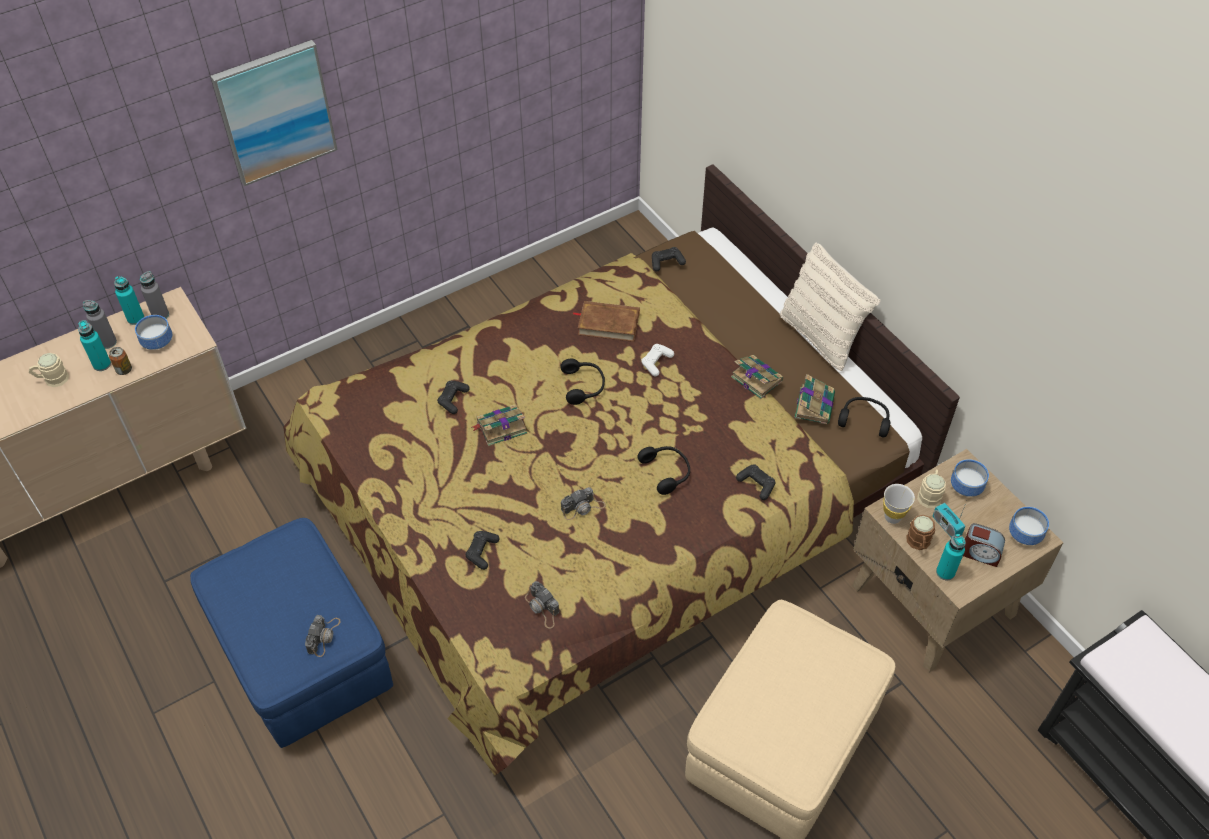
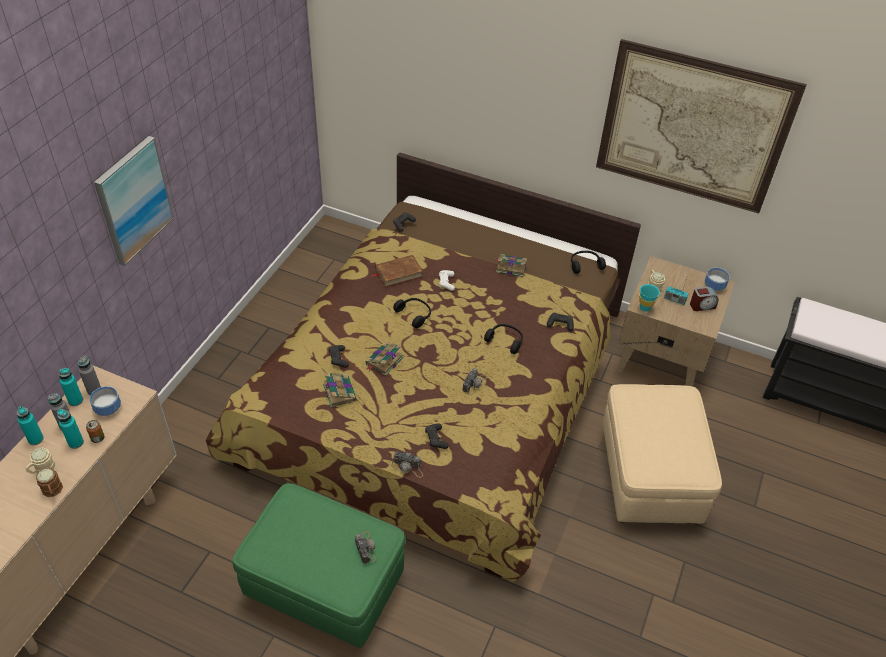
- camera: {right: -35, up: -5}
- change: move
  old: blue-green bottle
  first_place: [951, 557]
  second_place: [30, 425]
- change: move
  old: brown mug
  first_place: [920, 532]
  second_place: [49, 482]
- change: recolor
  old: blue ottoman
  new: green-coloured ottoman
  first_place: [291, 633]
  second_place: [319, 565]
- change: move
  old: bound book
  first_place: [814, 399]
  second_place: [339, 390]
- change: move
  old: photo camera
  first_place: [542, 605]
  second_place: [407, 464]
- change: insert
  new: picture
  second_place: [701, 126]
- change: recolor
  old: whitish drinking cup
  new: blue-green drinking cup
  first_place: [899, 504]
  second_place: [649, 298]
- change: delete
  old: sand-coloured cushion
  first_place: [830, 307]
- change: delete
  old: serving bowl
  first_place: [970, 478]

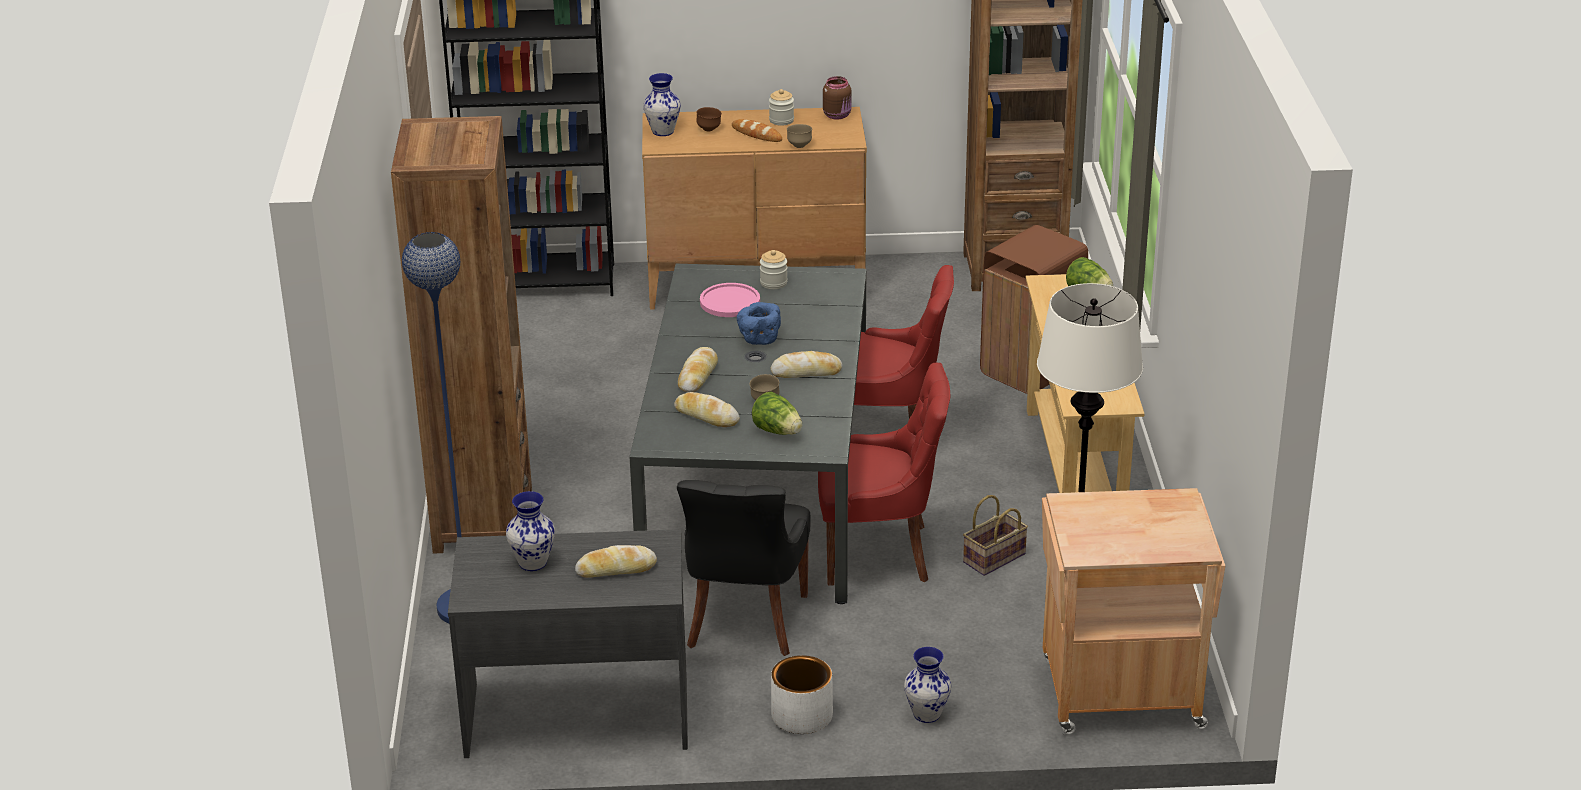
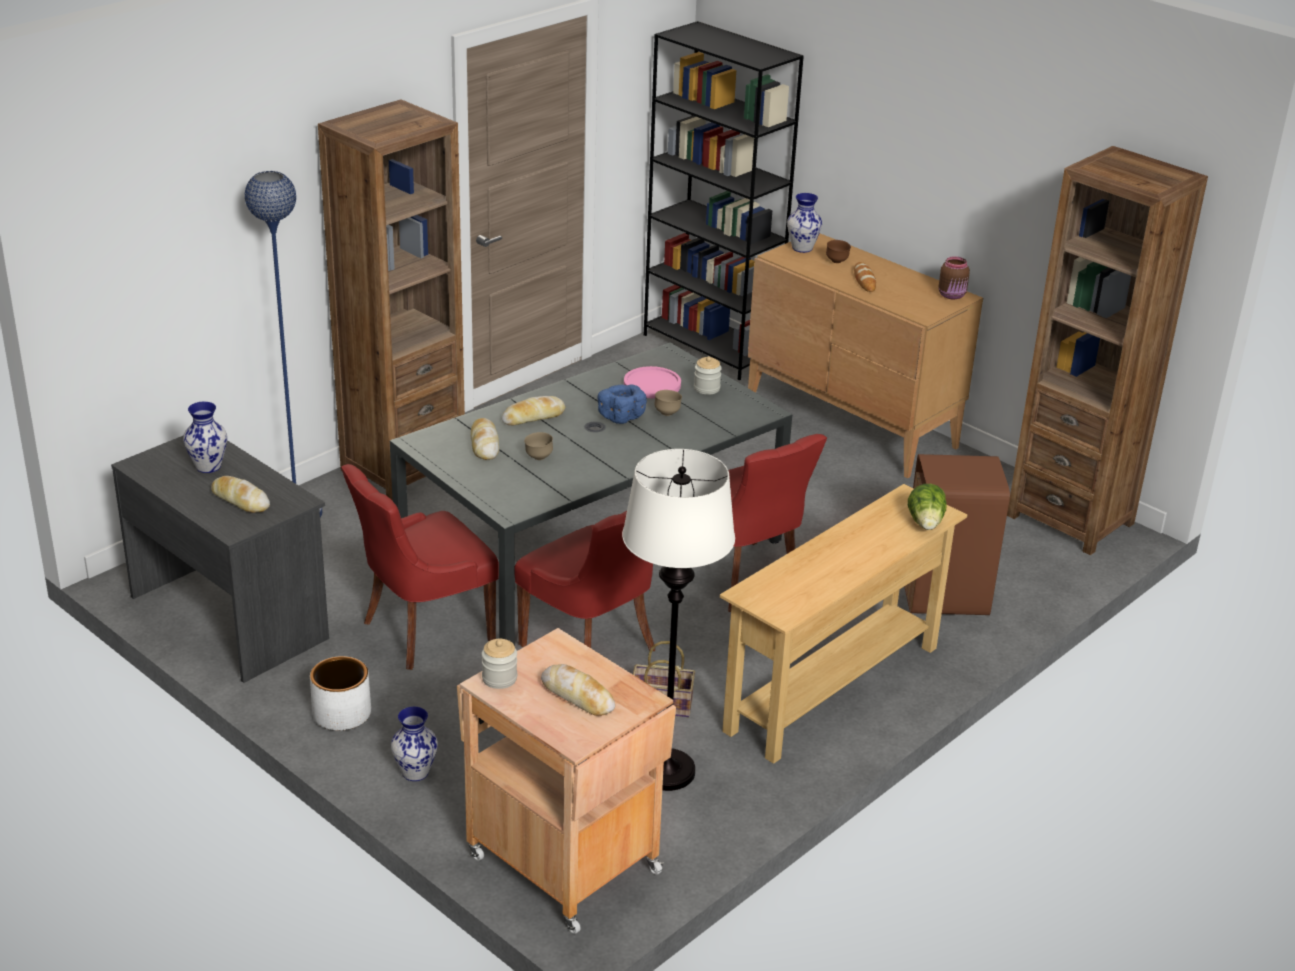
- camera: {right: 45, up: 0}
- change: recolor
  old: black-coloured chair
  new: red chair
  first_place: [744, 568]
  second_place: [420, 567]
- change: move
  old: jar
  first_place: [781, 107]
  second_place: [499, 664]
- change: move
  old: bakery bread
  first_place: [806, 364]
  second_place: [578, 690]
- change: move
  old: brown serving bowl
  first_place: [799, 136]
  second_place: [668, 403]
- change: delete
  old: lettuce
  first_place: [777, 413]

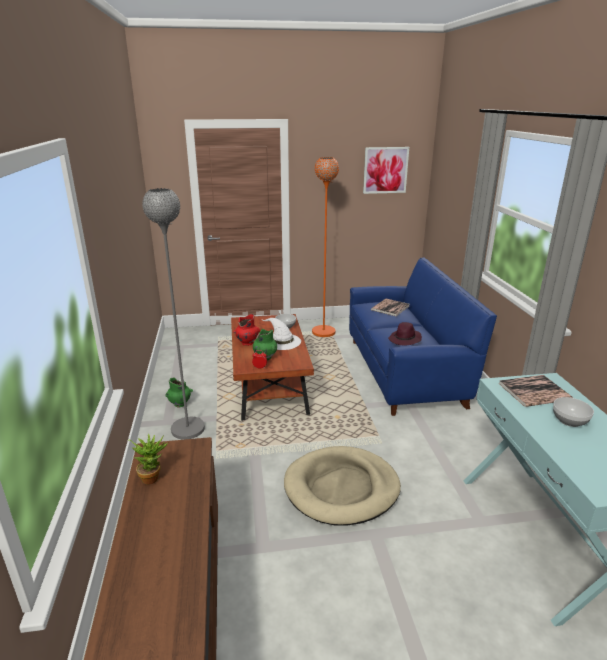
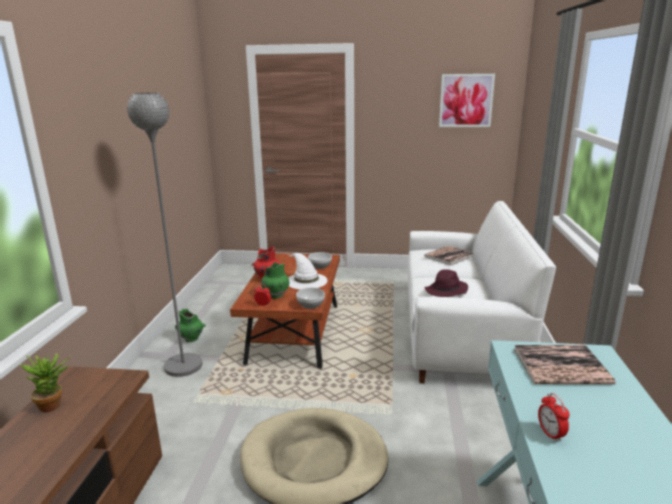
- camera: {right: 15, up: -5}
- change: move
  old: serving bowl
  first_place: [573, 412]
  second_place: [310, 298]
- change: recolor
  old: blue settee
  new: whitish settee
  first_place: [423, 337]
  second_place: [481, 292]
- change: insert
  new: alarm clock
  second_place: [554, 417]
- change: delete
  old: orange-coloured standing lamp
  first_place: [325, 247]

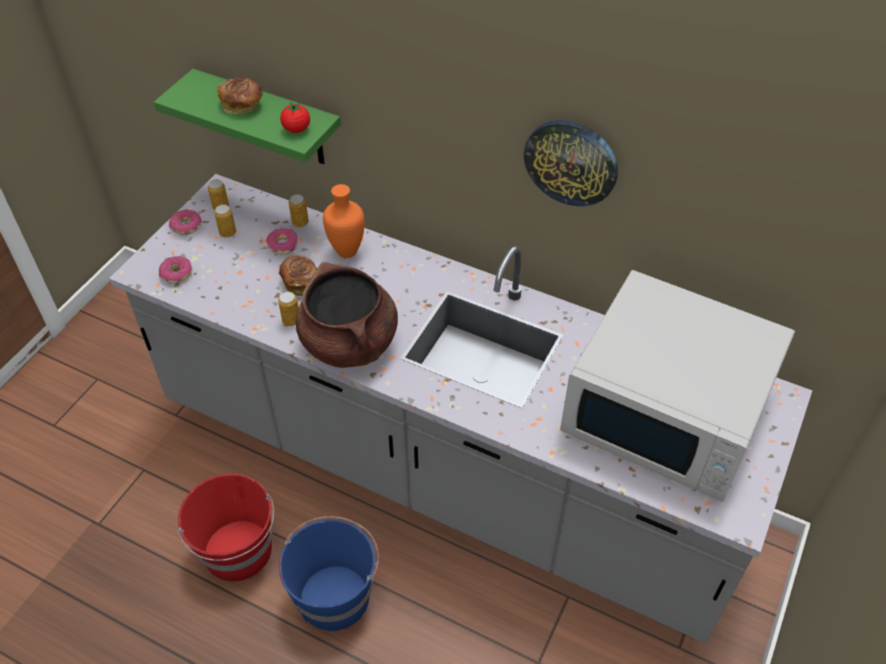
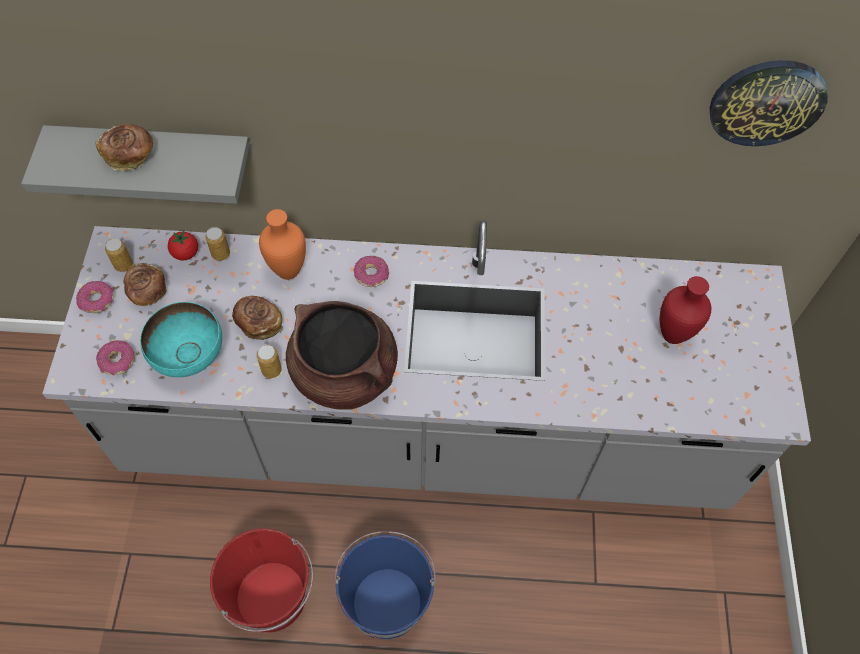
- camera: {right: -25, up: 10}
- change: recolor
  old: green-coloured bracket shelf
  new: gray bracket shelf
  first_place: [247, 116]
  second_place: [135, 164]
- change: replace
  old: can
  new: bakery bread
  first_place: [225, 220]
  second_place: [145, 284]
- change: insert
  new: blue-green serving bowl
  second_place: [181, 339]
- change: move
  old: tomato
  first_place: [295, 117]
  second_place: [183, 245]
- change: move
  old: donut
  first_place: [282, 241]
  second_place: [371, 271]
- change: replace
  old: whitish microwave oven
  new: red vase
  first_place: [677, 386]
  second_place: [685, 310]
- change: move
  old: clock on the wall
  first_place: [571, 163]
  second_place: [769, 103]

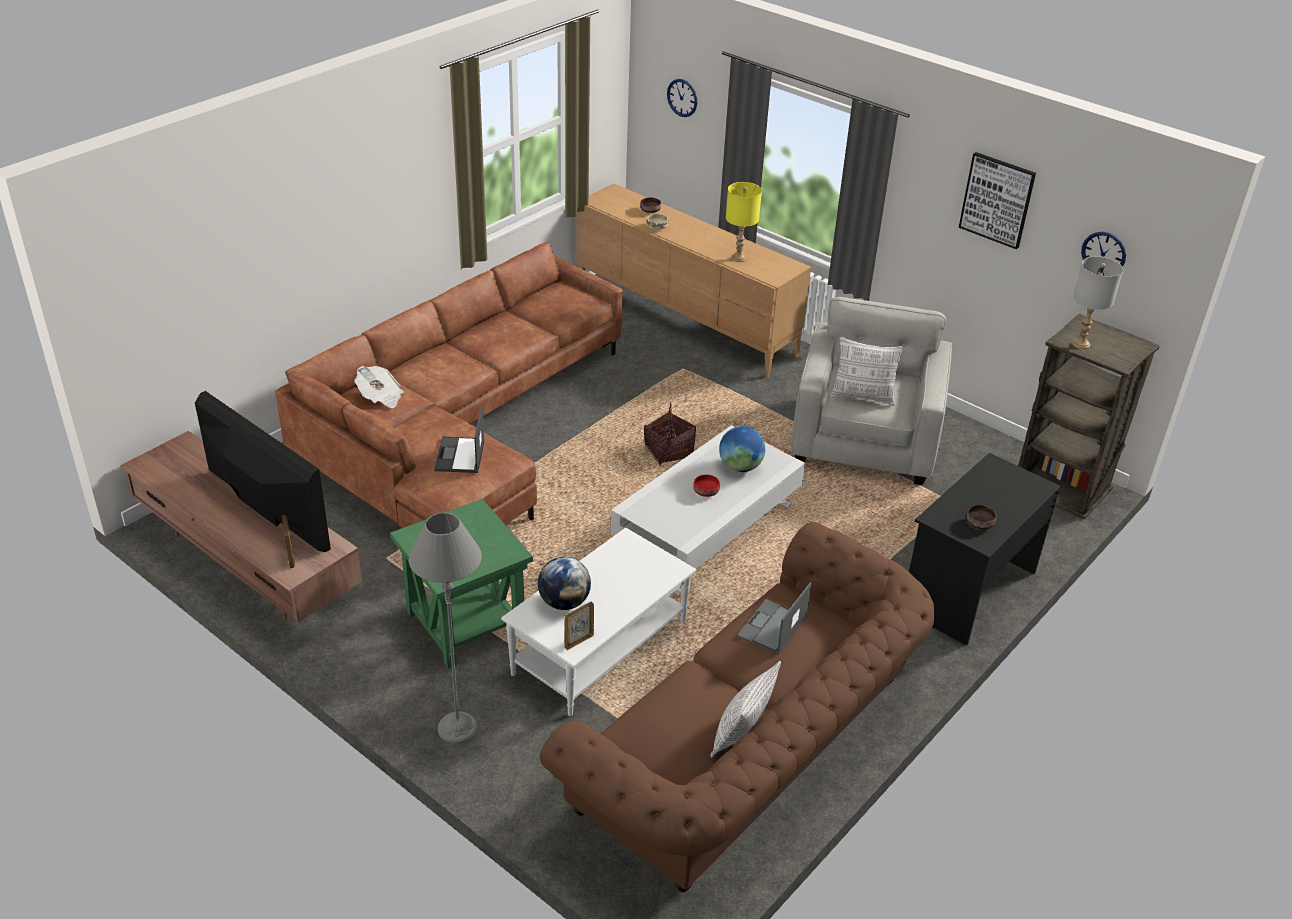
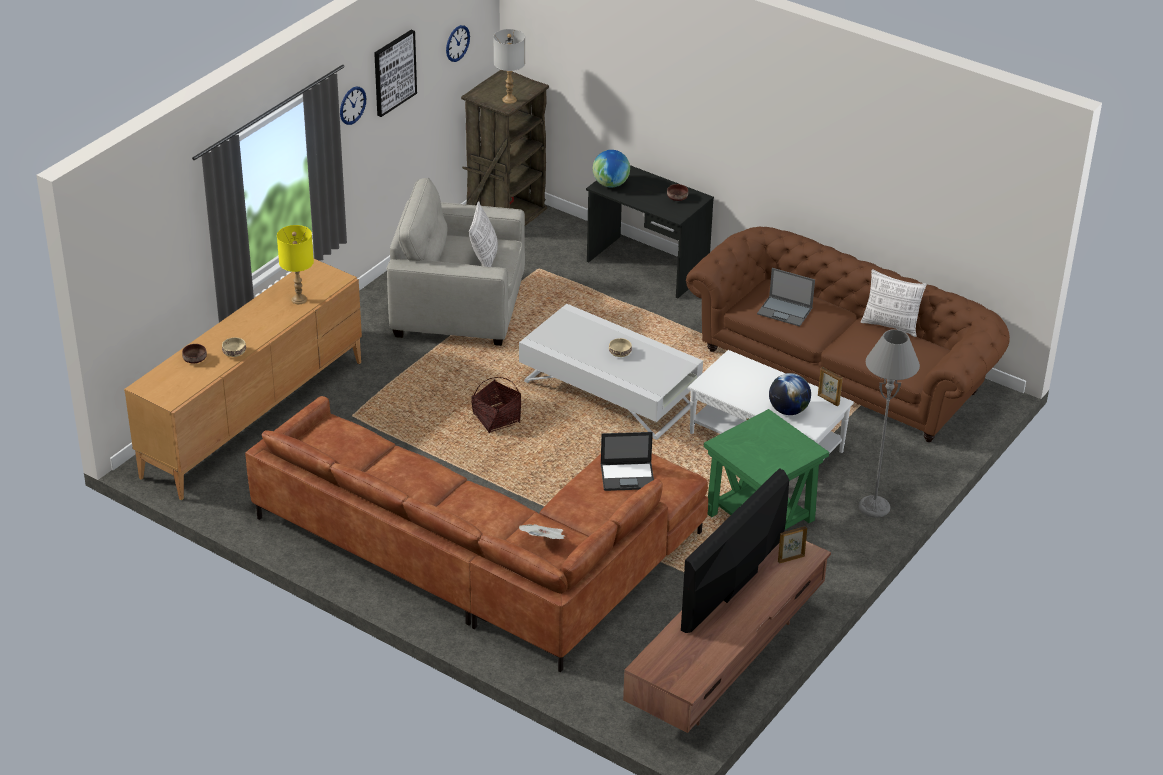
- camera: {right: -95, up: 0}
- change: move
  old: clock on the wall
  first_place: [682, 98]
  second_place: [353, 106]
- change: move
  old: desk globe
  first_place: [742, 449]
  second_place: [611, 169]
- change: recolor
  old: red serving bowl
  new: sand-coloured serving bowl
  first_place: [706, 486]
  second_place: [620, 347]

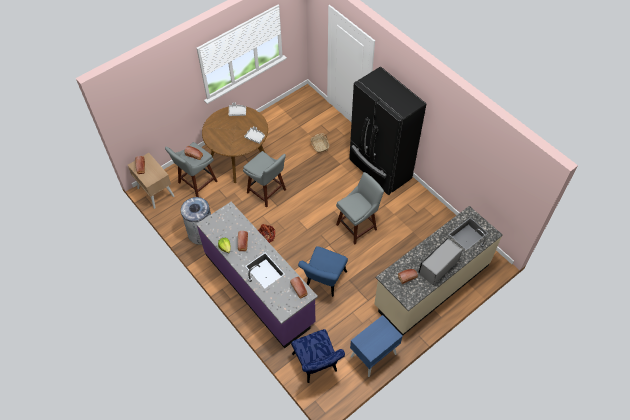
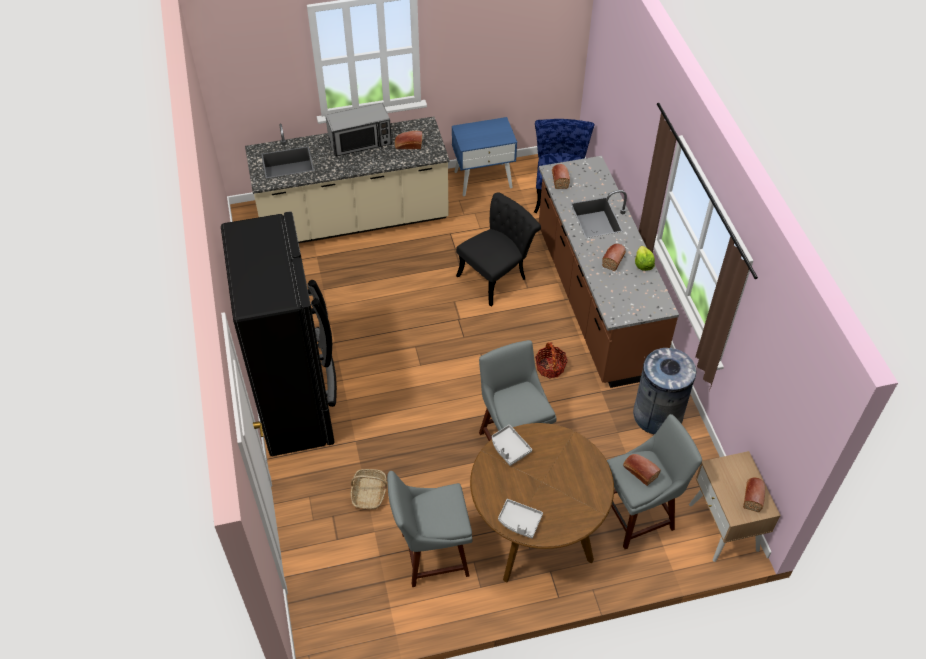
- camera: {right: -155, up: -5}
- change: move
  old: gray stool seat
  first_place: [360, 208]
  second_place: [430, 529]
- change: recolor
  old: blue chair
  new: black-coloured chair
  first_place: [323, 271]
  second_place: [498, 249]
- change: recolor
  old: purple kitchen base unit
  new: brown kitchen base unit
  first_place: [257, 275]
  second_place: [609, 272]

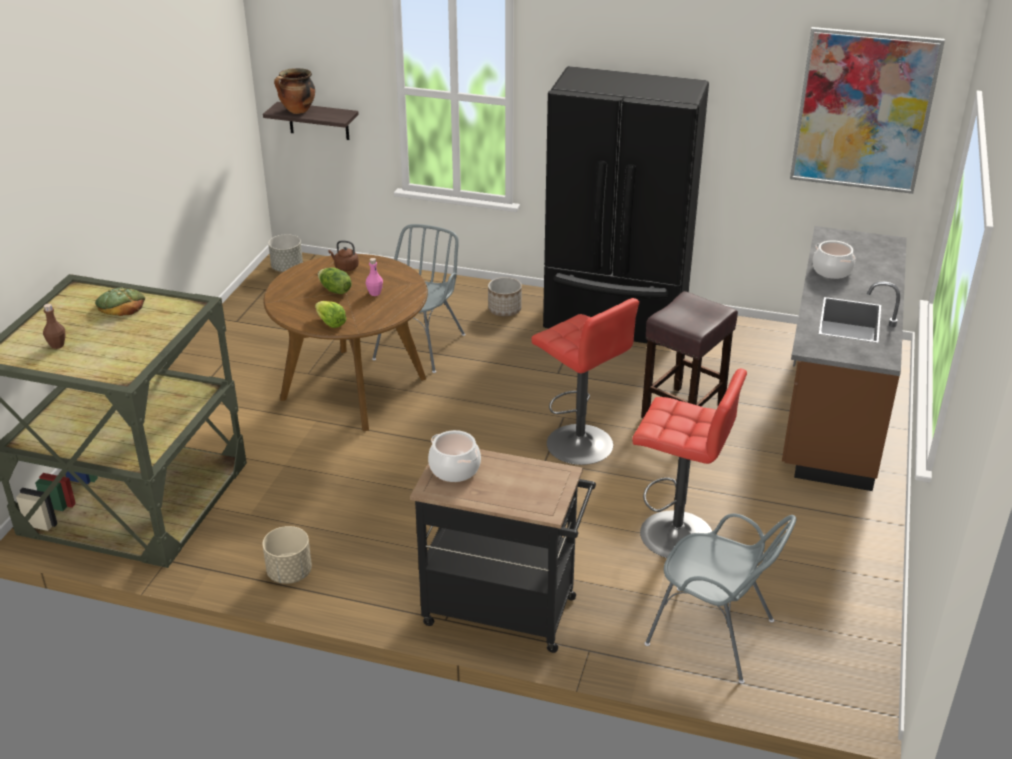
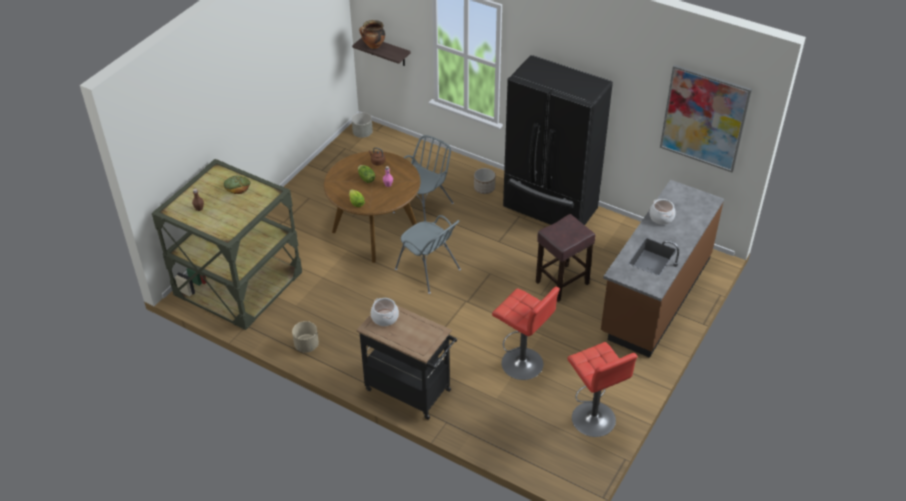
- camera: {right: 15, up: 10}
- change: move
  old: gray chair
  first_place: [720, 599]
  second_place: [428, 254]
- change: move
  old: red stool seat
  first_place: [585, 381]
  second_place: [603, 389]

